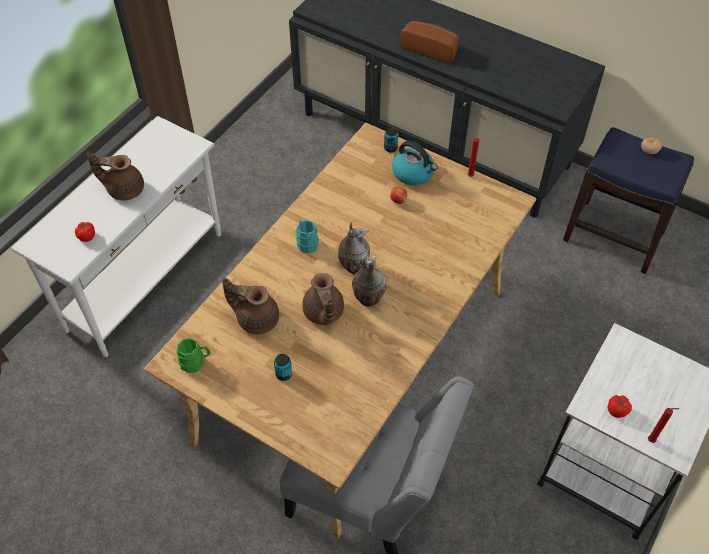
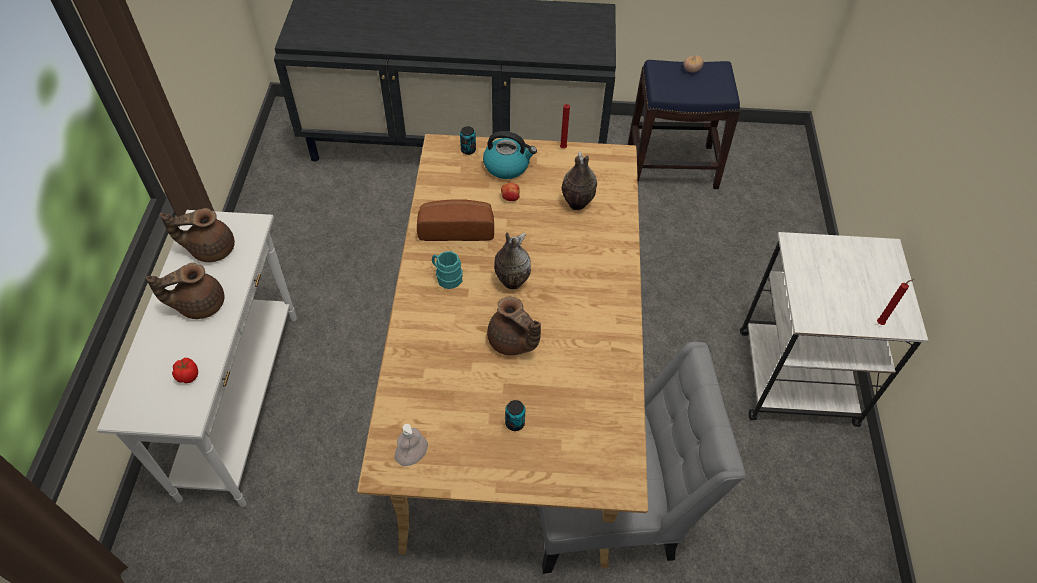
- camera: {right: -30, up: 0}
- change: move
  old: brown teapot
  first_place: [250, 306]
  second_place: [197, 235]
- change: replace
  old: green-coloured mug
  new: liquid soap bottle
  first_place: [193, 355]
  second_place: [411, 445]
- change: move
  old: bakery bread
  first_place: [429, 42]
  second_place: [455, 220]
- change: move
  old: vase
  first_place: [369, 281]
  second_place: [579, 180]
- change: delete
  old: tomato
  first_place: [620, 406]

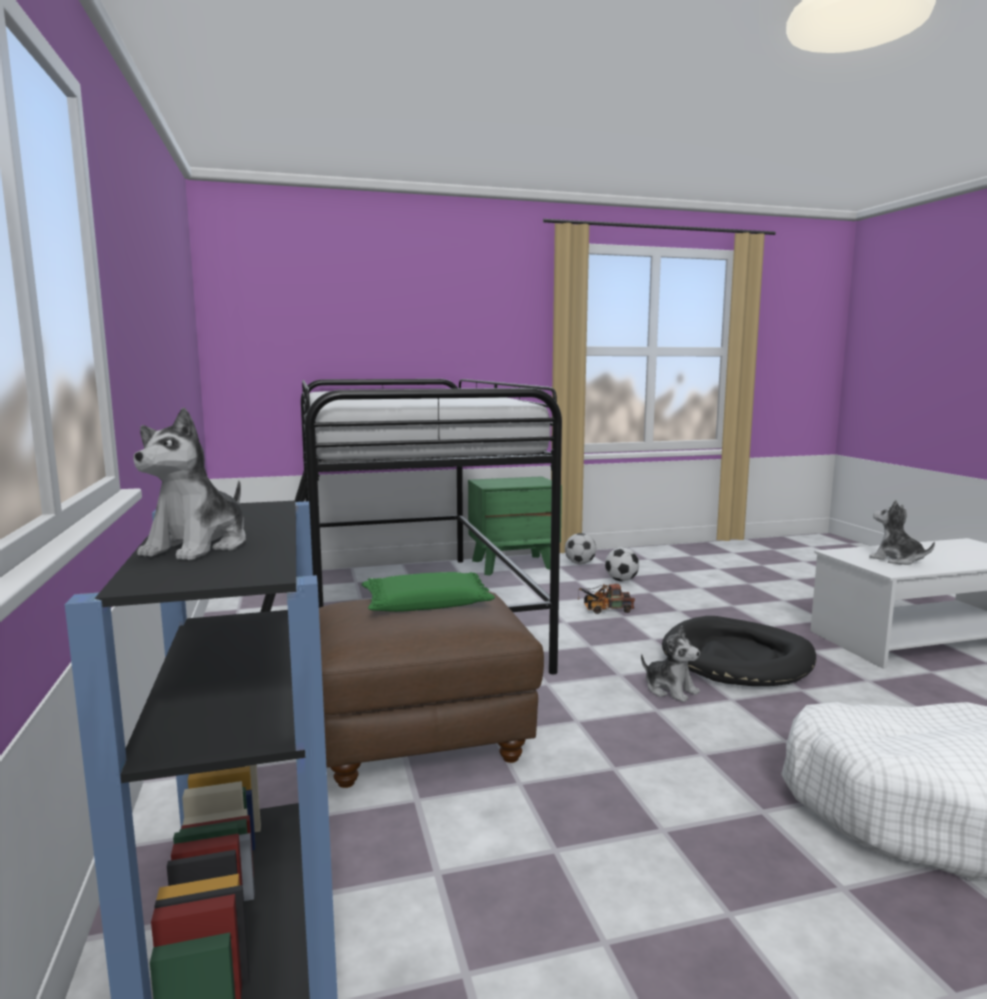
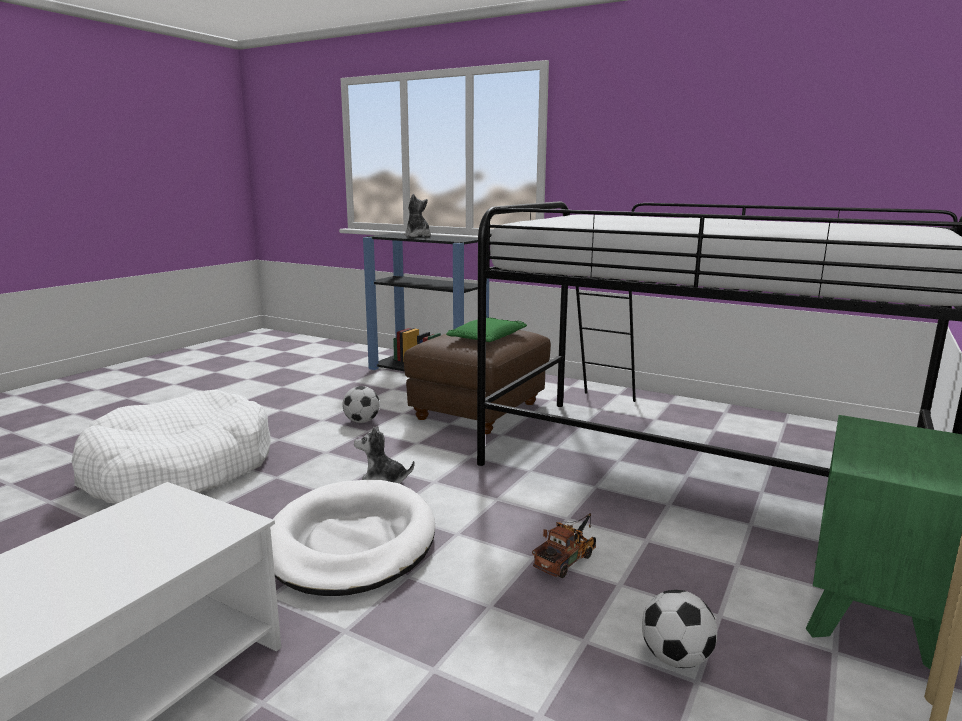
- camera: {right: 135, up: 5}
- change: recolor
  old: black-coloured dog cushion
  new: whitish dog cushion
  first_place: [739, 651]
  second_place: [352, 538]
- change: move
  old: football
  first_place: [580, 548]
  second_place: [361, 404]
- change: delete
  old: cuddly toy
  first_place: [902, 532]

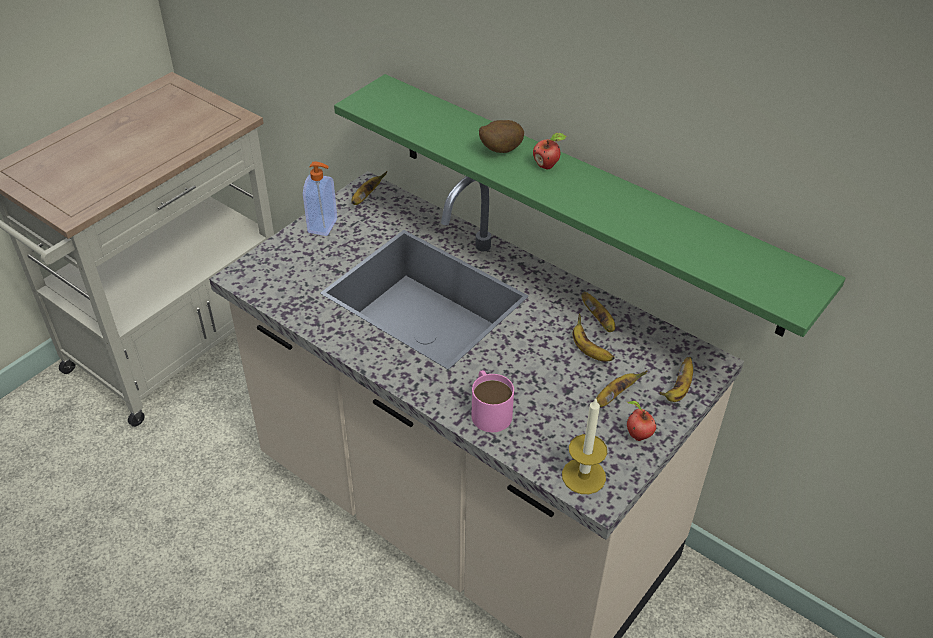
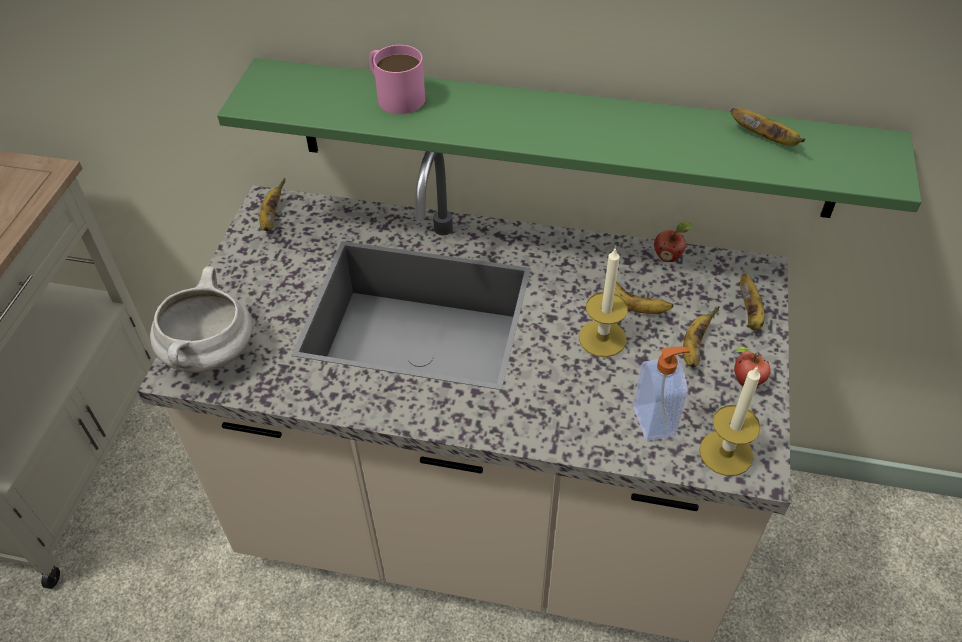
- camera: {right: -25, up: 5}
- change: insert
  new: whitish stockpot
  second_place: [201, 319]
- change: move
  old: pinkish mug
  first_place: [493, 401]
  second_place: [397, 79]
- change: insert
  new: wax light
  second_place: [603, 302]
- change: move
  old: liquid soap bottle
  first_place: [320, 199]
  second_place: [662, 394]
- change: move
  old: whole apple
  first_place: [550, 151]
  second_place: [673, 242]
- change: move
  old: banana fruit
  first_place: [598, 312]
  second_place: [768, 127]
- change: delete
  old: whole potato
  first_place: [501, 136]

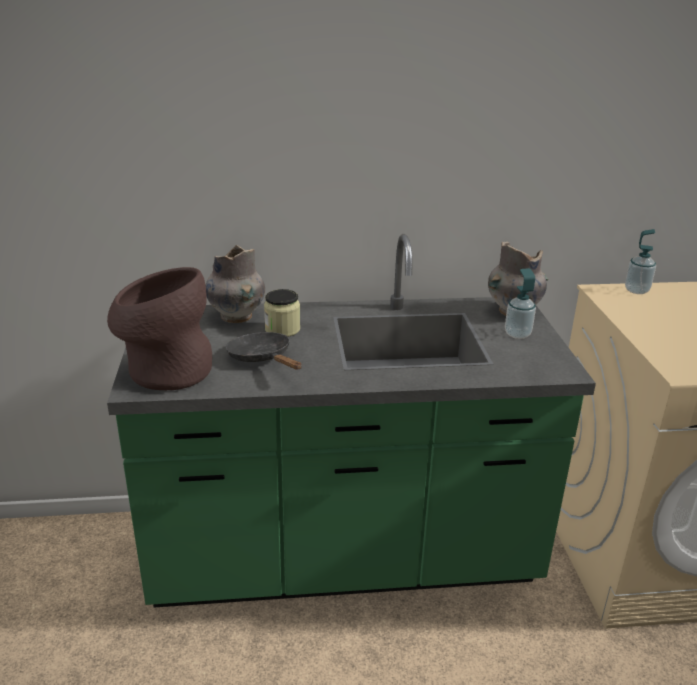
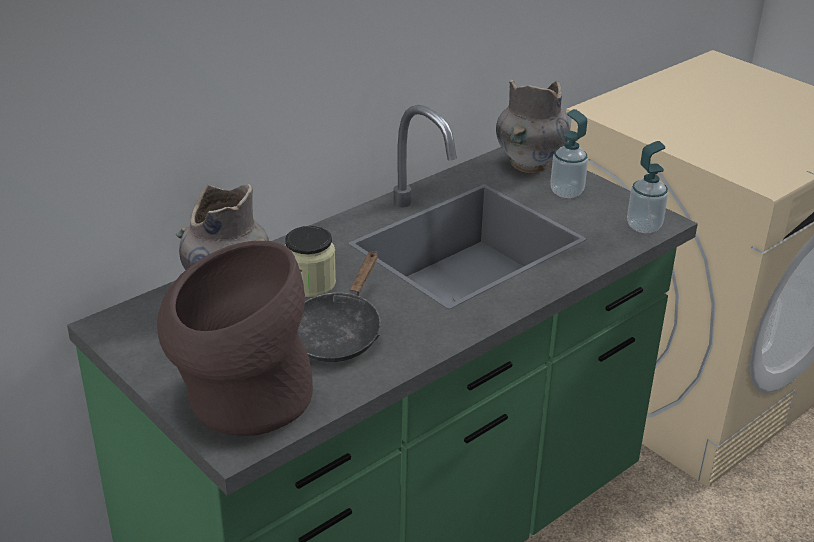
- camera: {right: -35, up: 5}
- change: rotate
  old: black-coloured skillet
  first_place: [264, 351]
  second_place: [339, 306]
  degrees: -90
- change: move
  old: liquid soap bottle
  first_place: [640, 261]
  second_place: [647, 187]

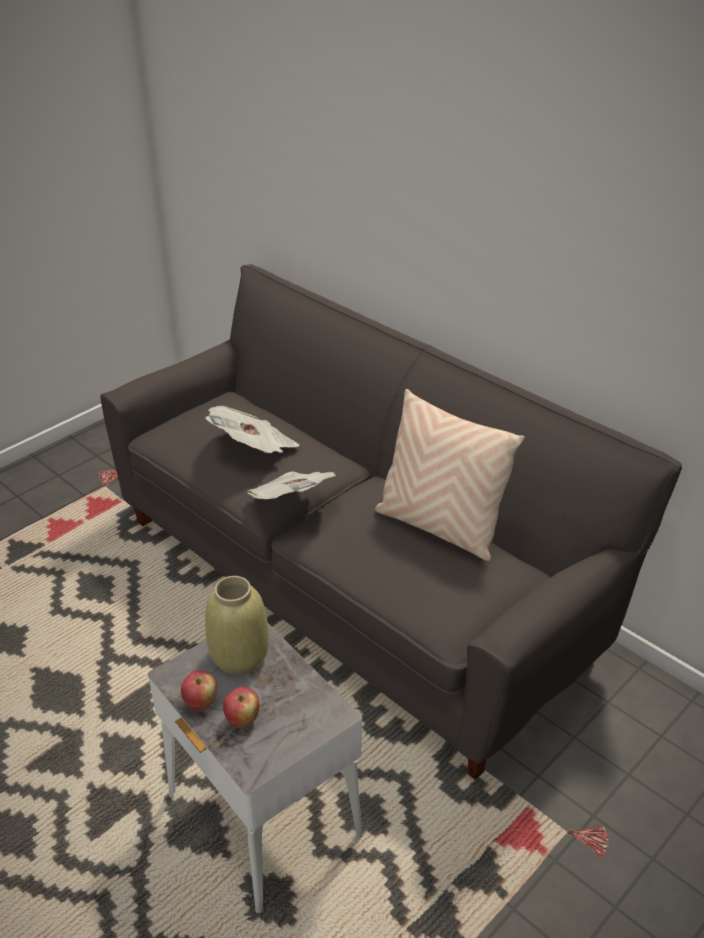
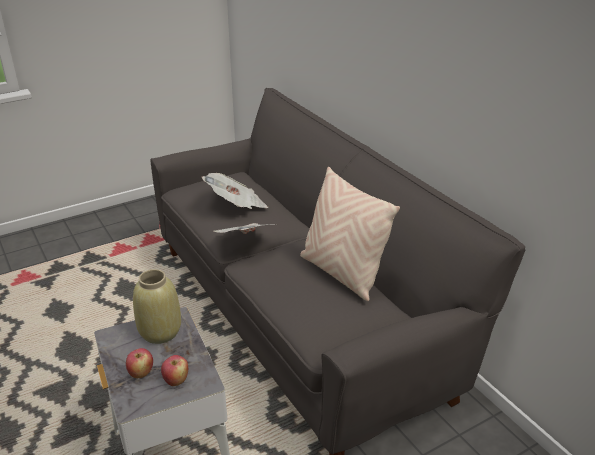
- camera: {right: 15, up: -5}
- change: move
  old: whole apple
  first_place: [199, 690]
  second_place: [174, 370]

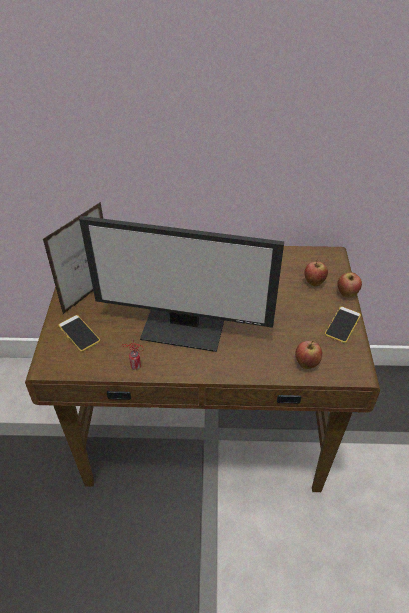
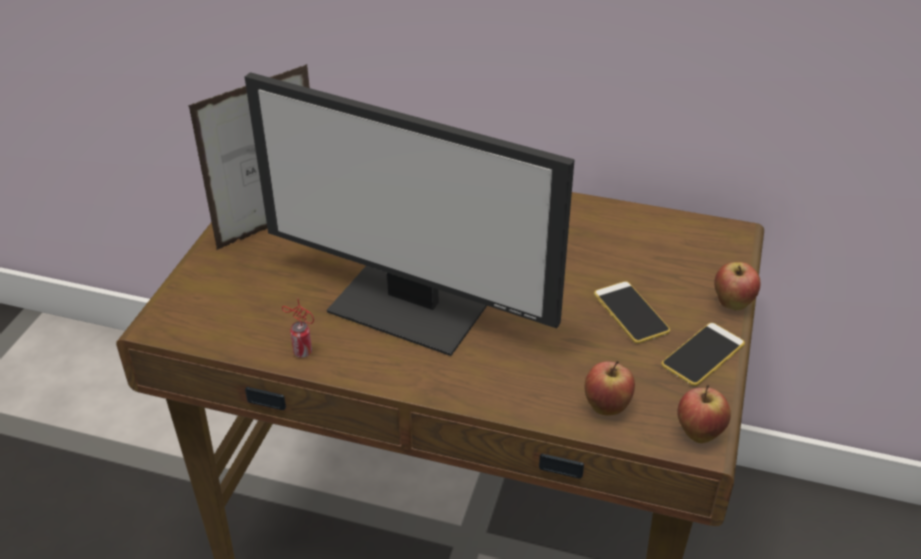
- camera: {right: 15, up: -5}
- change: move
  old: phone
  first_place: [79, 333]
  second_place: [632, 312]
- change: move
  old: whole apple
  first_place: [316, 273]
  second_place: [704, 414]

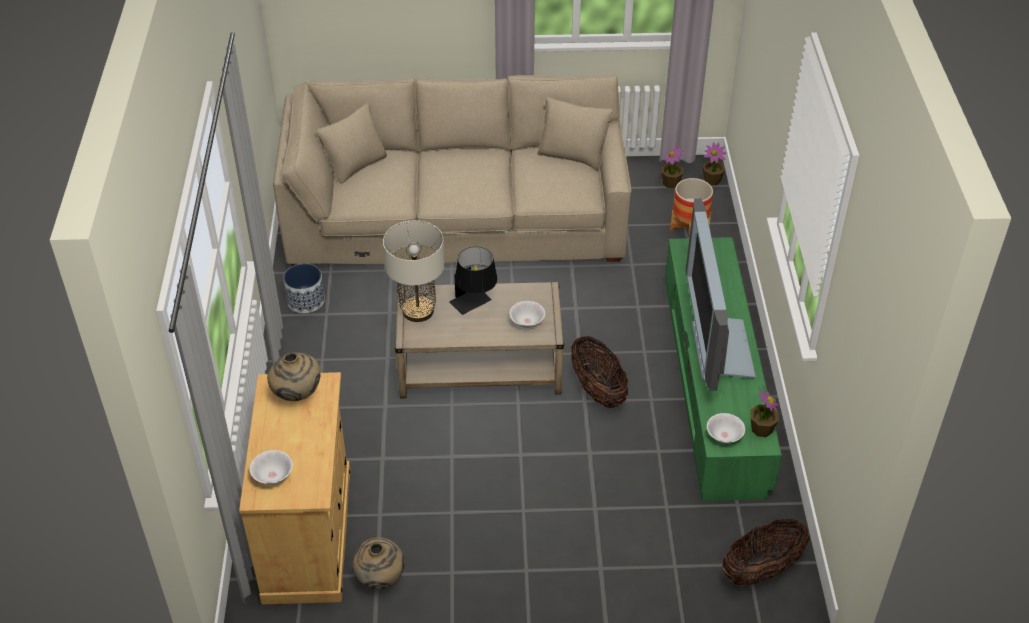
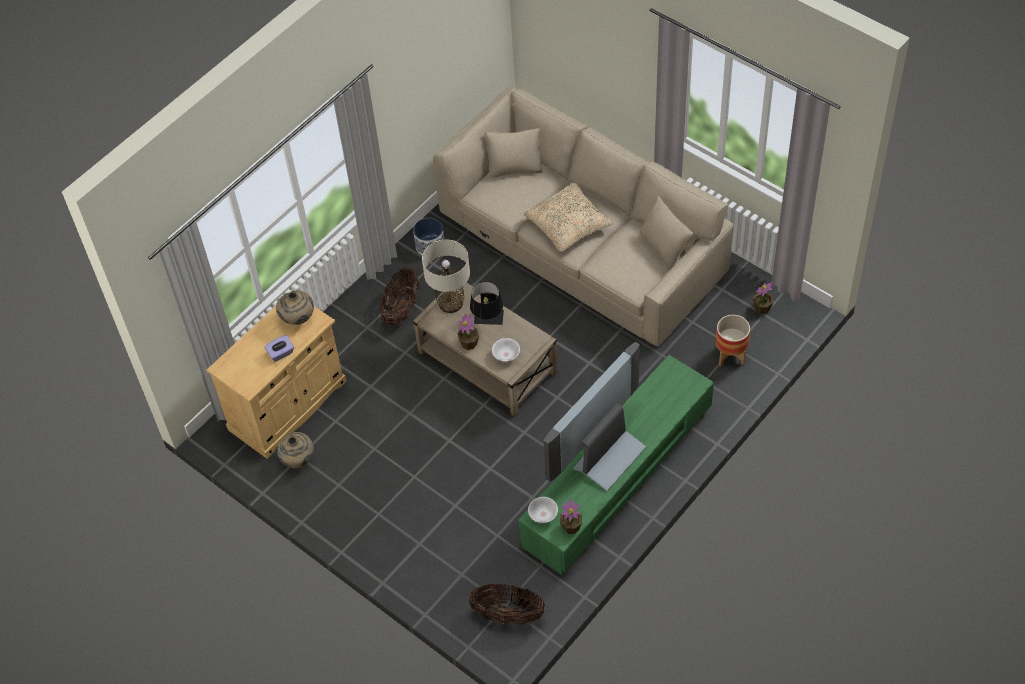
- camera: {right: 45, up: 10}
- change: insert
  new: purple box of tissues
  second_place: [279, 348]
- change: move
  old: storage basket
  first_place: [599, 372]
  second_place: [399, 296]
- change: move
  old: potted plant
  first_place: [714, 164]
  second_place: [468, 332]
- change: insert
  new: sand-coloured cushion
  second_place: [568, 217]
- change: delete
  old: whitish serving bowl
  first_place: [271, 467]

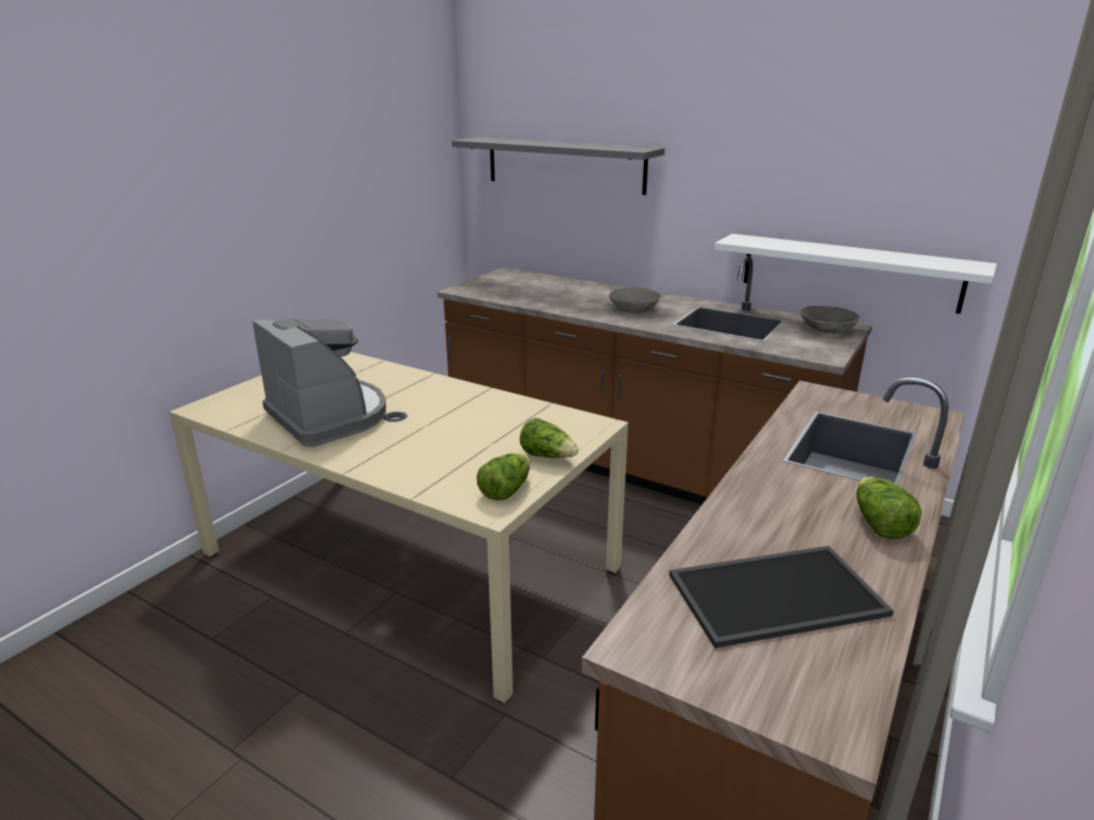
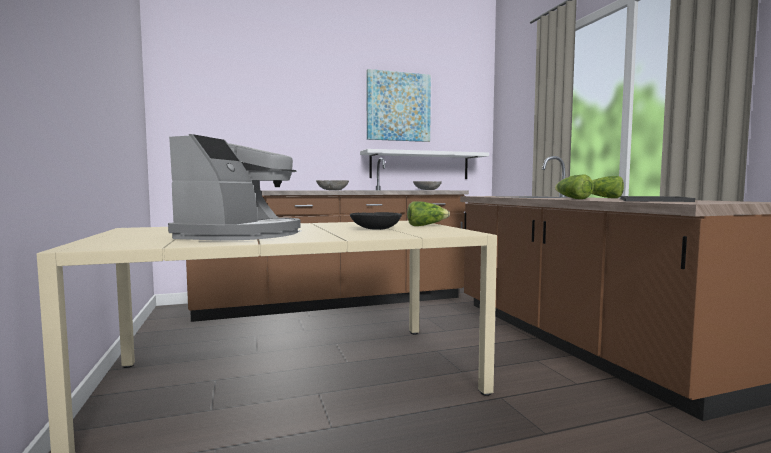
- camera: {right: -50, up: -20}
- change: rotate
  old: coffee maker
  first_place: [319, 383]
  second_place: [234, 187]
  degrees: 105
- change: insert
  new: black-coloured serving bowl
  second_place: [376, 221]
- change: insert
  new: picture
  second_place: [398, 105]
- change: move
  old: lettuce
  first_place: [503, 477]
  second_place: [574, 187]
- change: delete
  old: gray bracket shelf
  first_place: [558, 166]

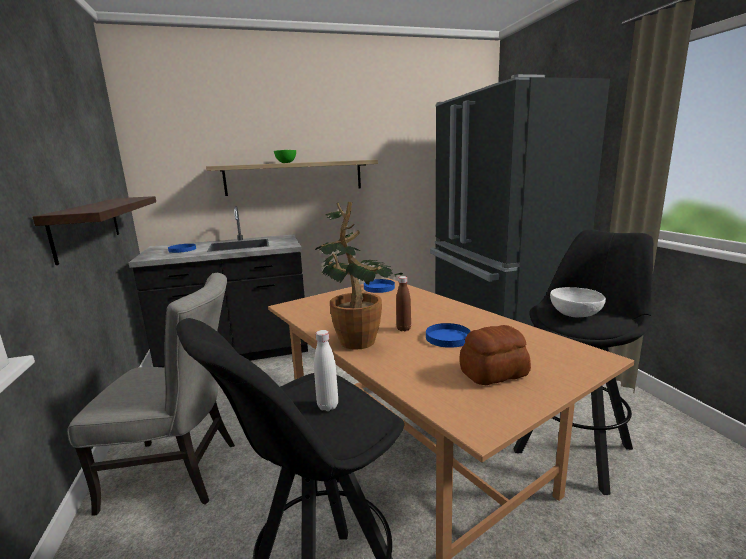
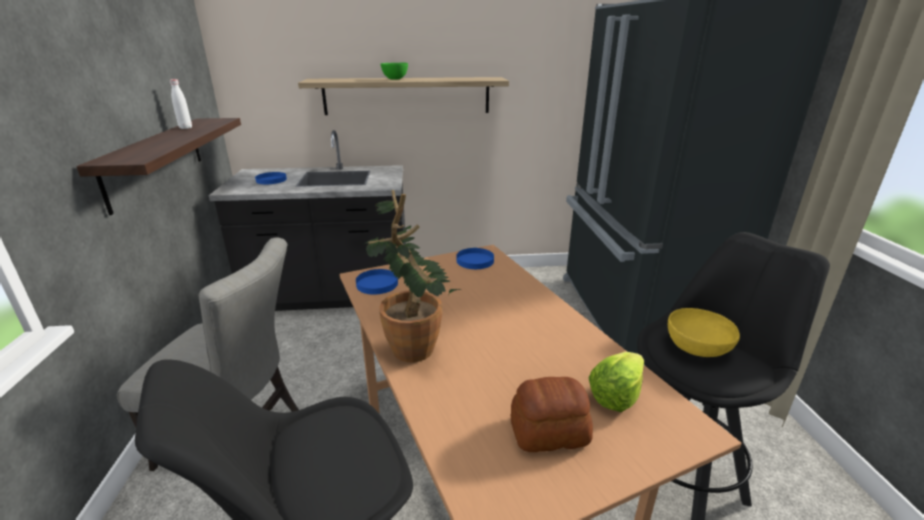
- camera: {right: 10, up: 10}
- change: move
  old: whitish bottle
  first_place: [326, 370]
  second_place: [181, 104]
- change: move
  old: blue plate
  first_place: [448, 335]
  second_place: [377, 282]
- change: insert
  new: lettuce
  second_place: [616, 382]
- change: recolor
  old: whitish serving bowl
  new: yellow serving bowl
  first_place: [578, 302]
  second_place: [704, 332]
- change: delete
  old: brown bottle
  first_place: [403, 303]

